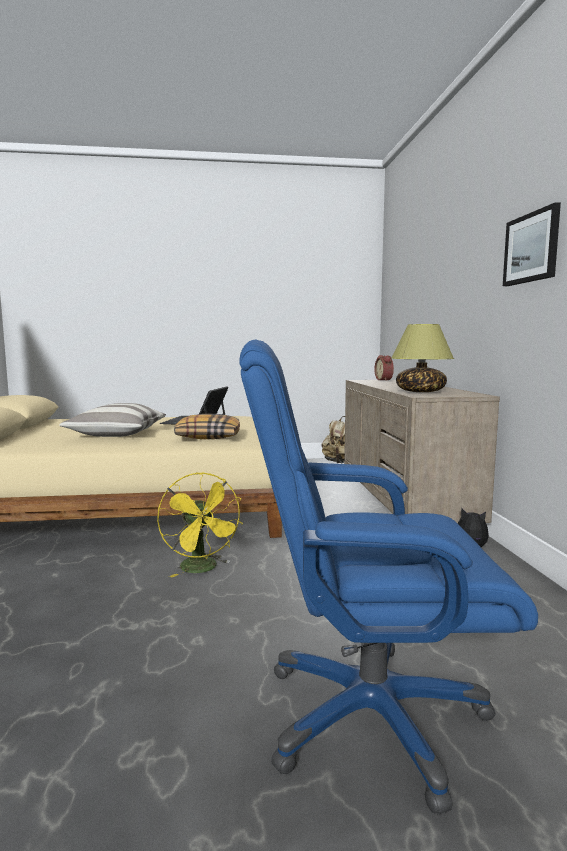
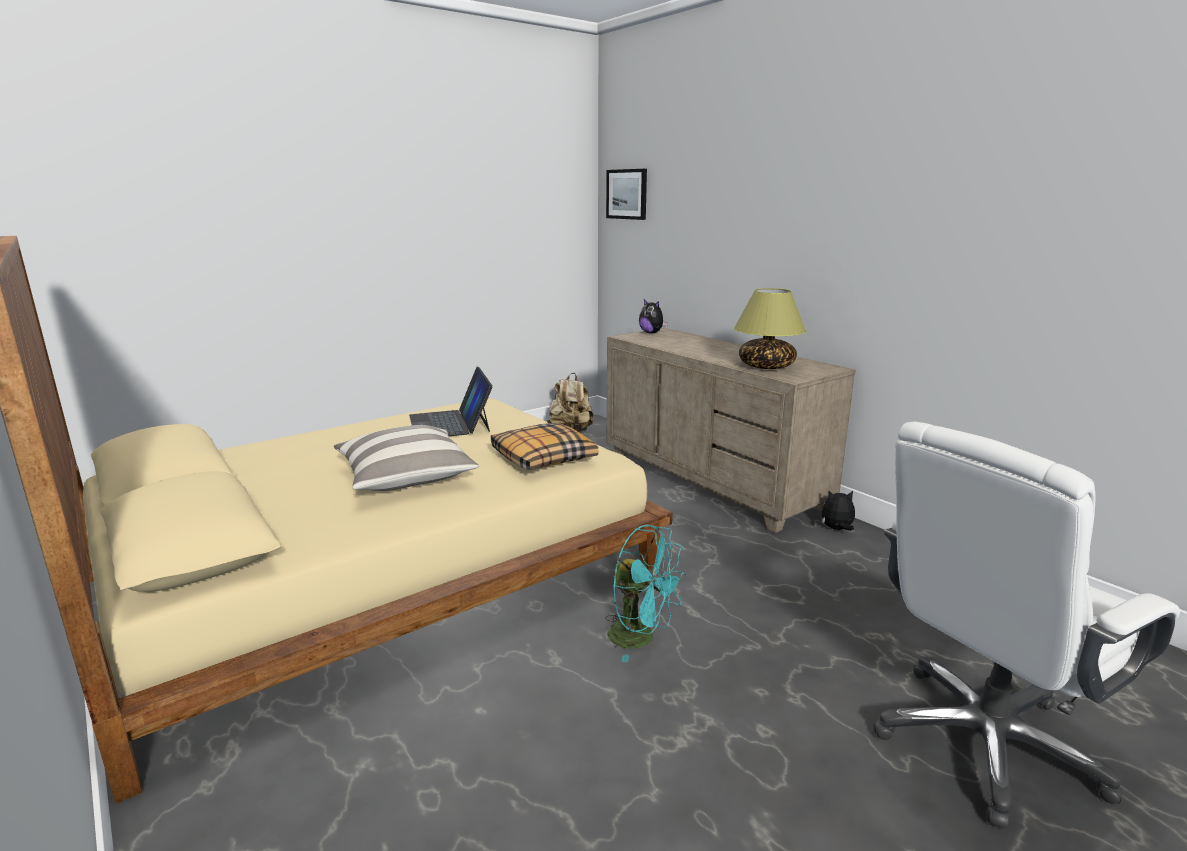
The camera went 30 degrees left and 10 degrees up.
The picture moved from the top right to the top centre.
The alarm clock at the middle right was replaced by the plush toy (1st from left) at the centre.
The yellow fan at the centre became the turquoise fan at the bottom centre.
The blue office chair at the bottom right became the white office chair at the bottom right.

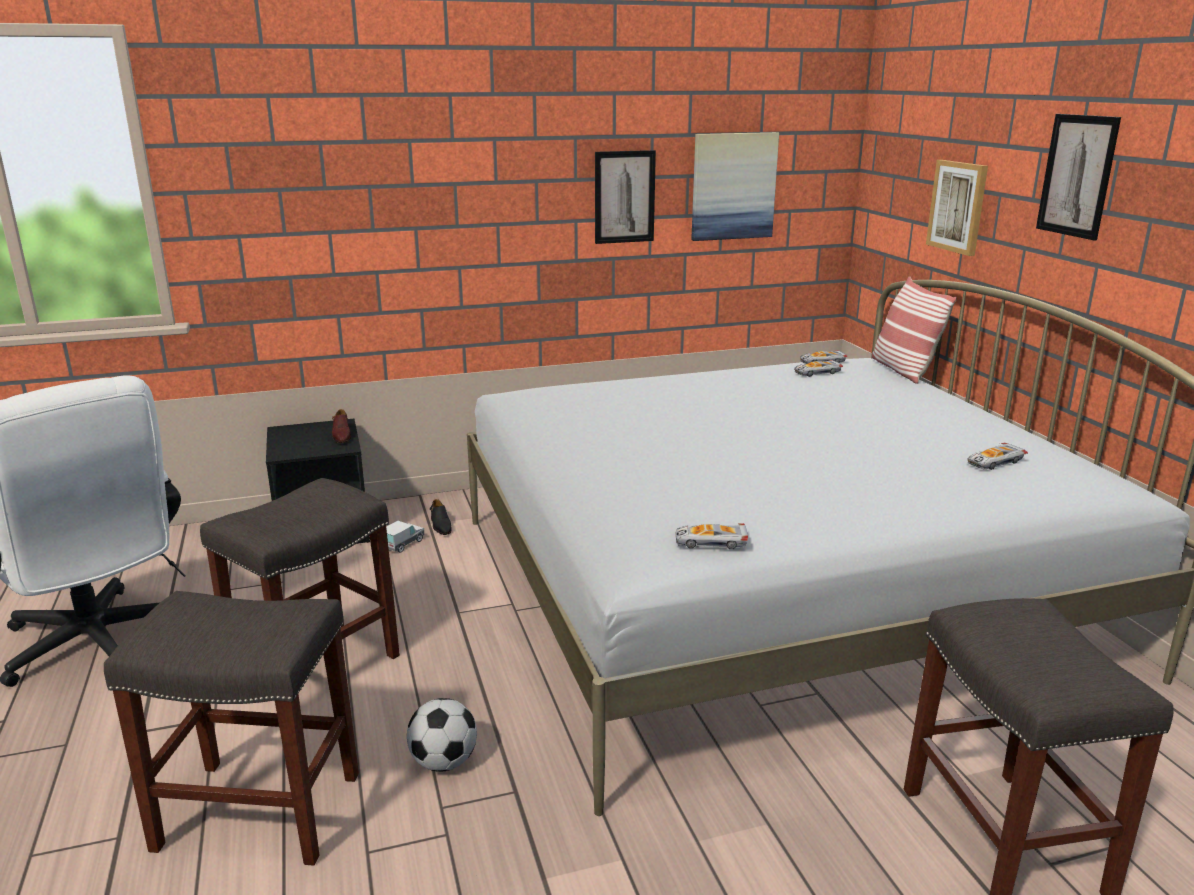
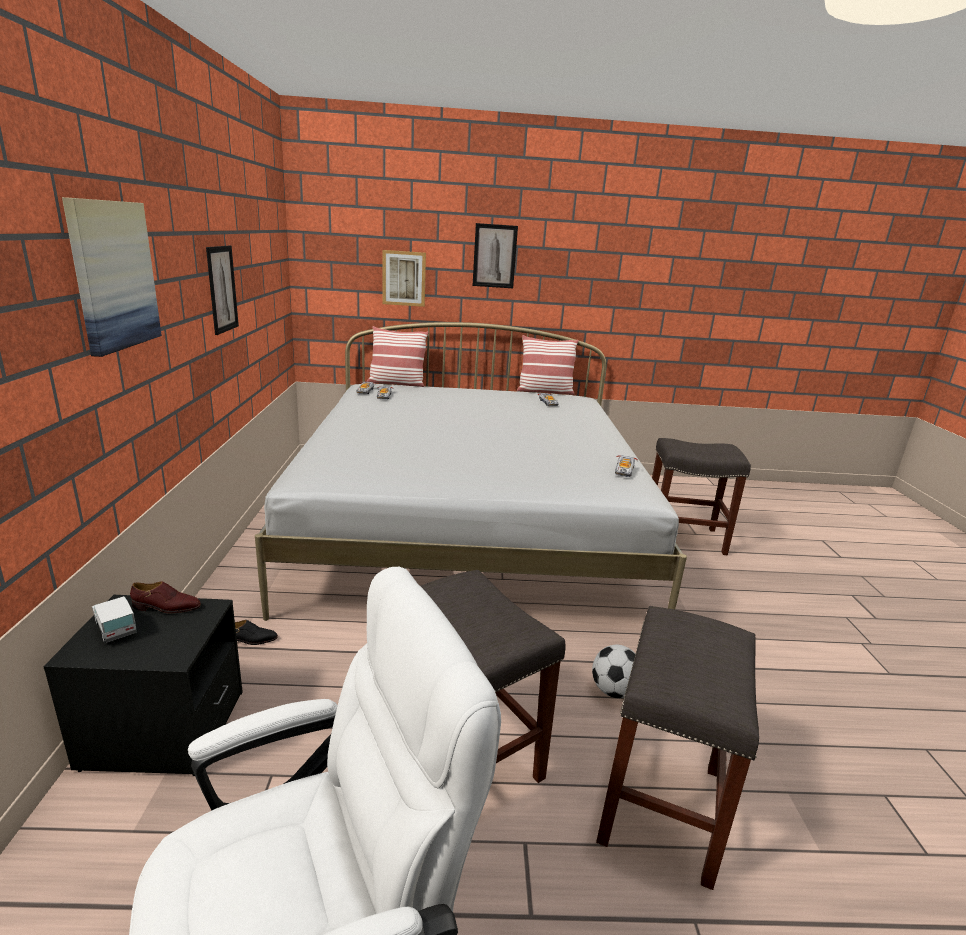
The camera went 75 degrees left and 0 degrees up.
The pillow (2nd from left) at the centre appeared.
The toy truck moved from the centre to the middle left.
The picture (2nd from left in the first image) moved from the top centre to the top left.

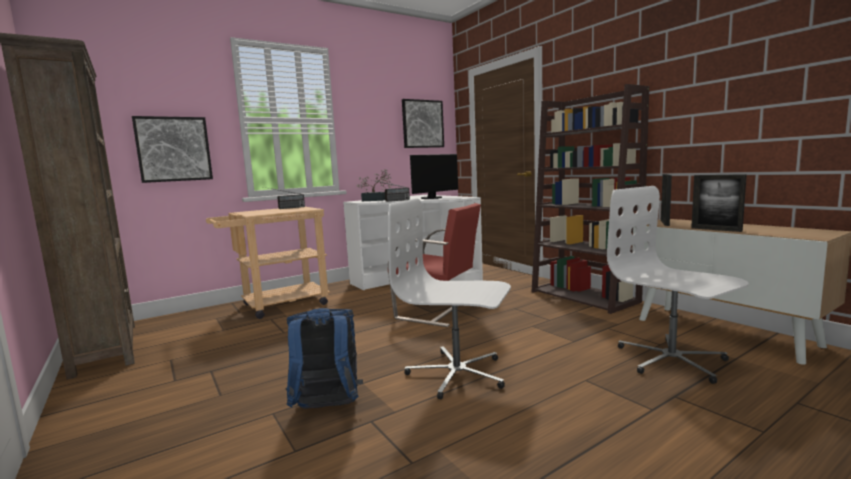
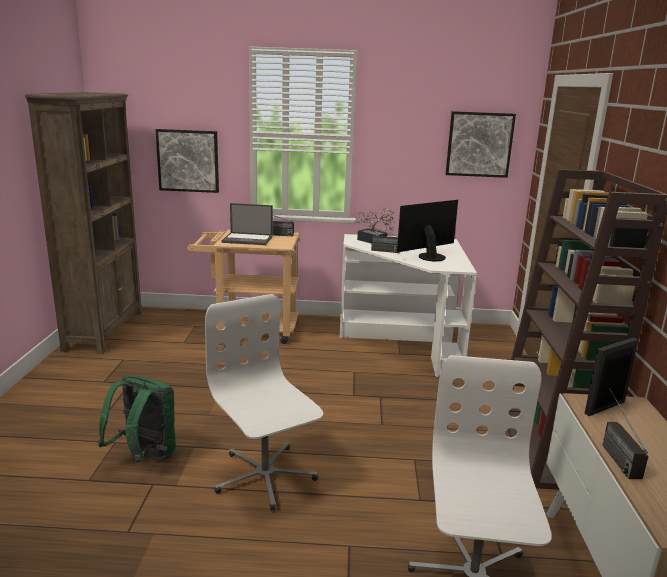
The camera went 35 degrees right and 10 degrees up.
The red chair at the centre disappeared.
The laptop at the centre appeared.
The picture frame (2nd from left) at the middle right was replaced by the radio (3rd from left) at the bottom right.
The blue backpack at the bottom centre became the green backpack at the bottom left.
The monitor at the centre turned 150 degrees clockwise.

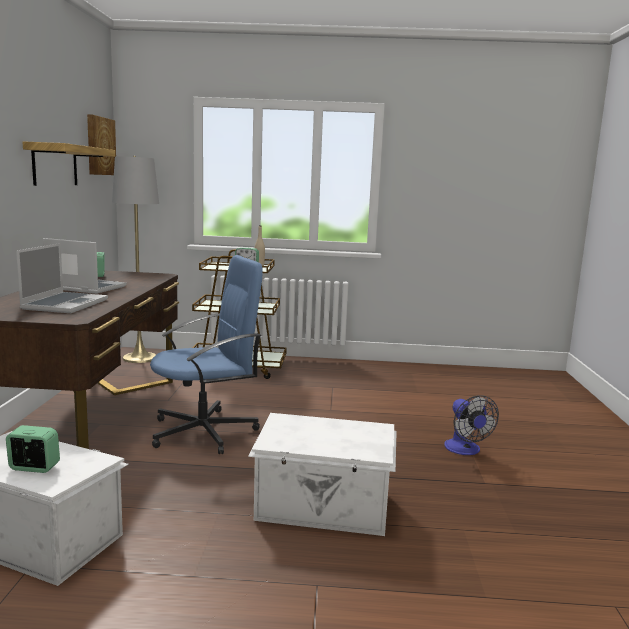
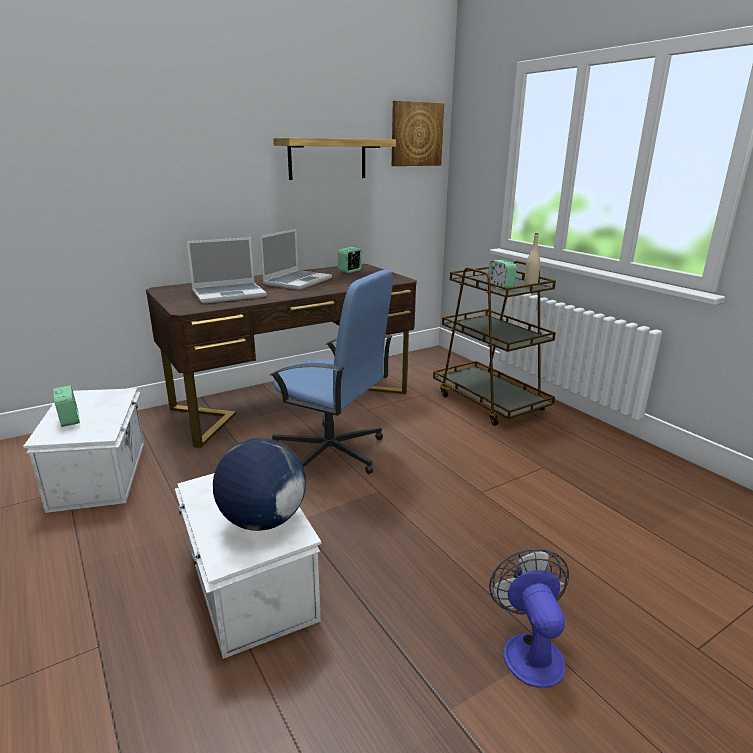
The camera went 55 degrees right and 10 degrees up.
The grey floor lamp at the middle left disappeared.
The globe at the centre appeared.
The laptop (2nd from left) at the middle left turned 45 degrees clockwise.
The fan at the bottom right turned 135 degrees clockwise.

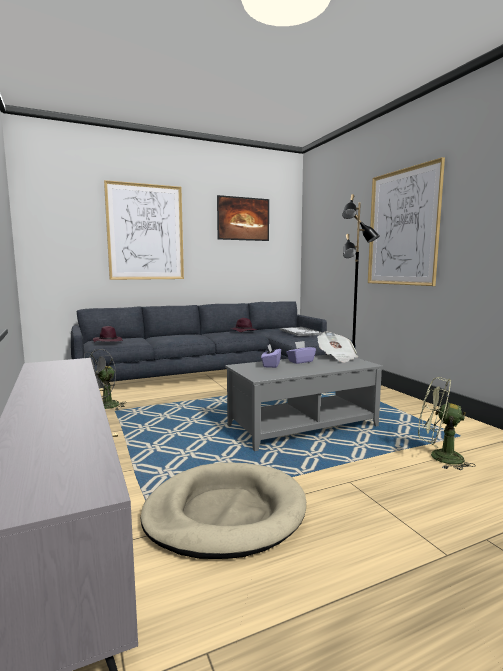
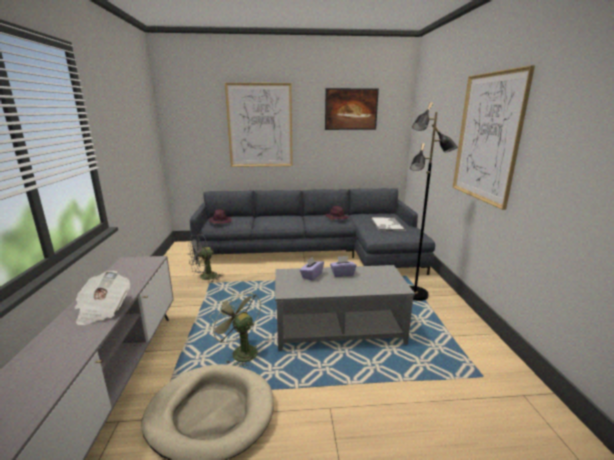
The camera went 20 degrees right and 10 degrees up.
The newspaper moved from the middle right to the middle left.
The green fan moved from the middle right to the bottom centre.

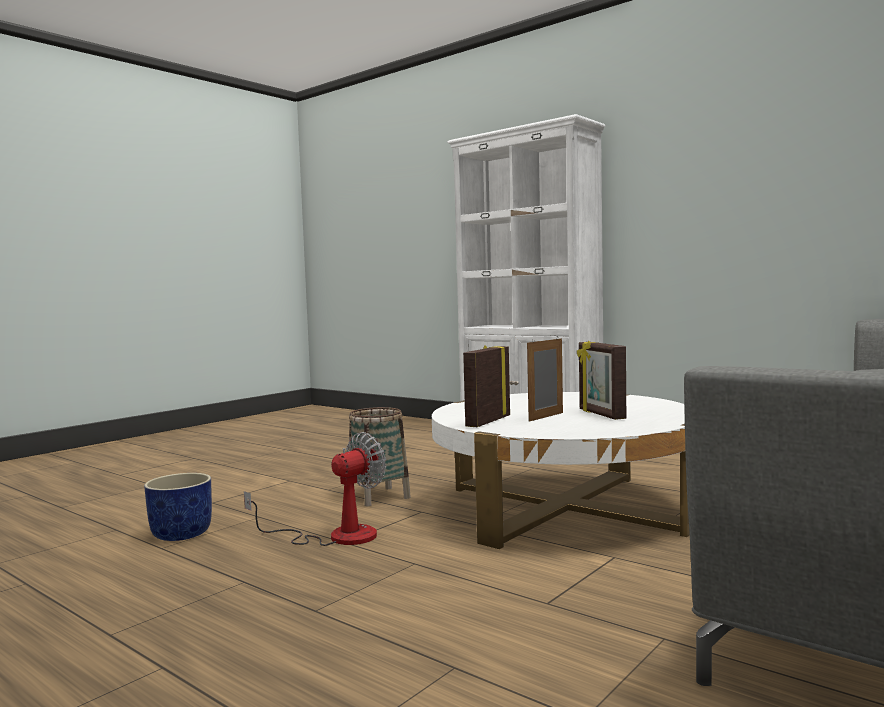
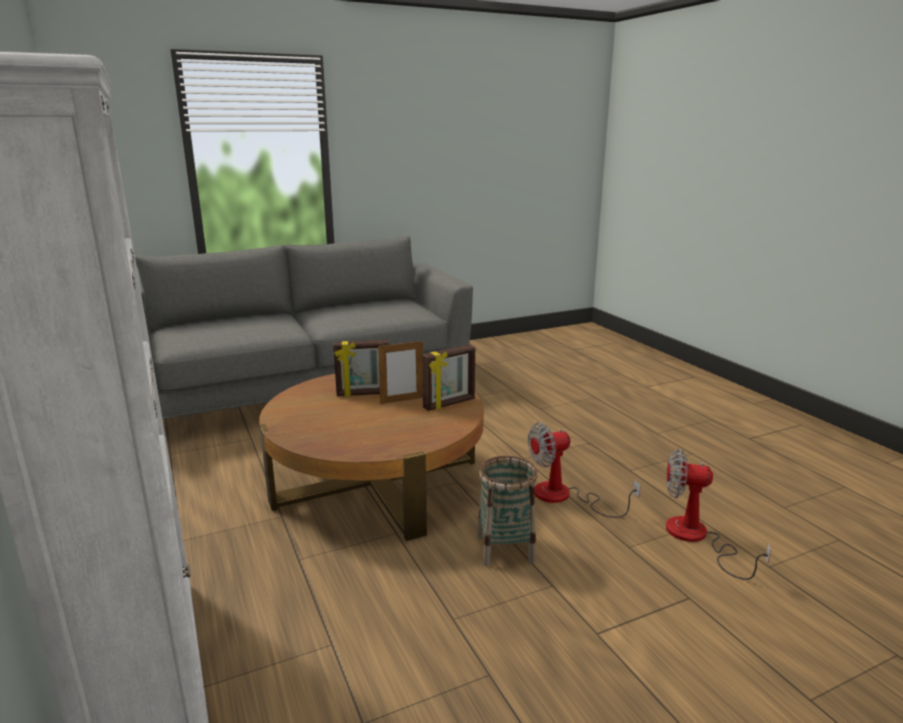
The camera went 155 degrees left and 15 degrees up.
The blue planter at the bottom left was replaced by the fan (2nd from left) at the bottom right.
The white coffee table at the centre became the brown coffee table at the centre.
The picture frame (3rd from left in the first image) at the middle right turned 75 degrees clockwise.

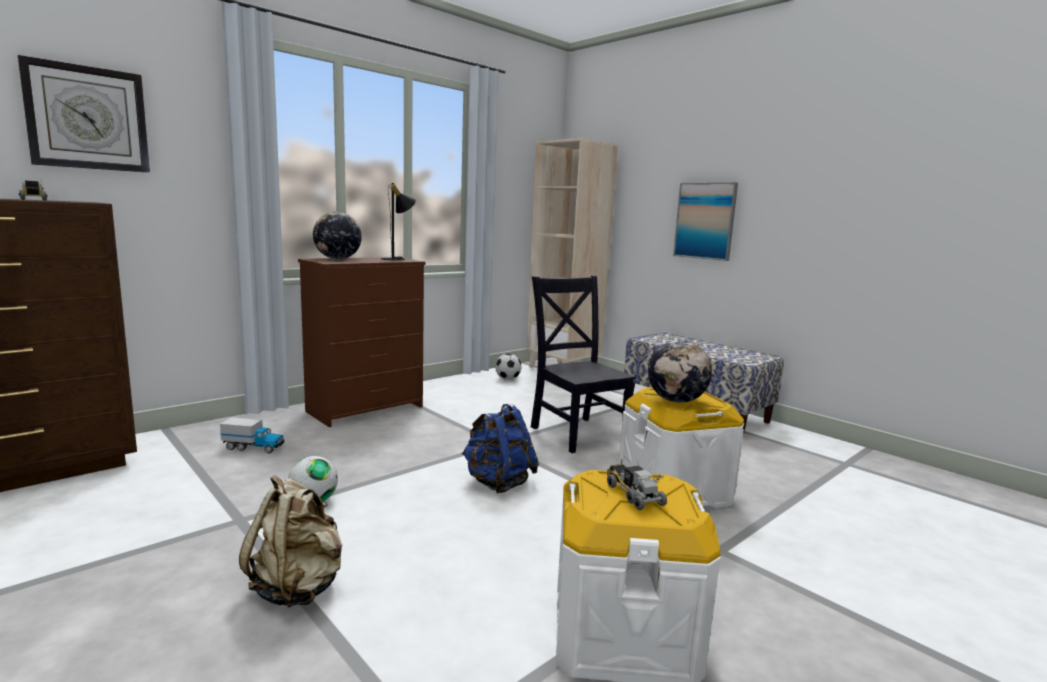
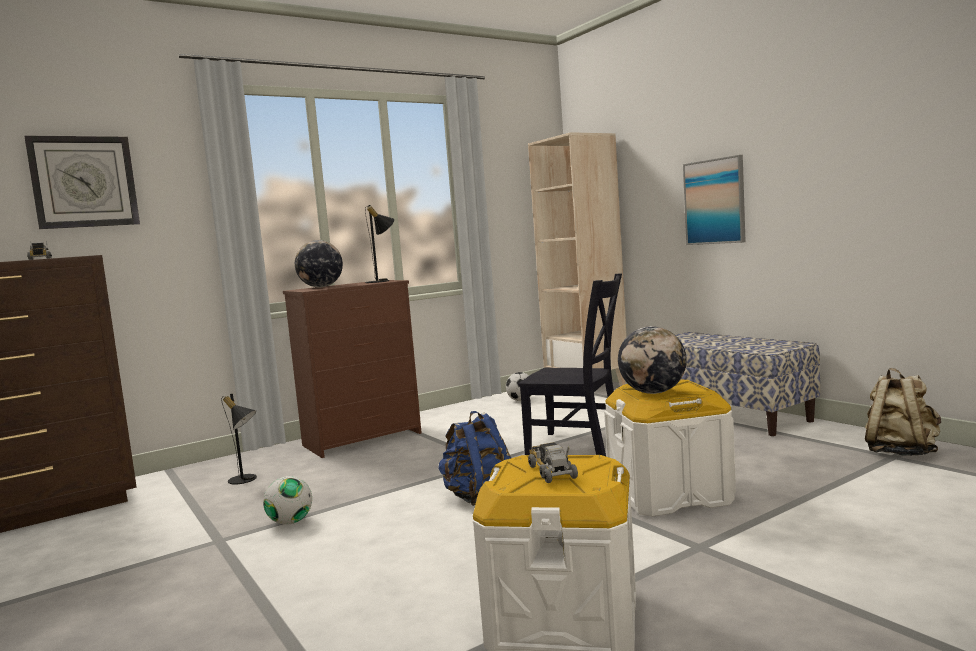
The camera went 10 degrees right and 5 degrees down.
The beige backpack moved from the bottom left to the middle right.
The toy truck (2nd from left) at the middle left was replaced by the black table lamp (1st from left) at the bottom left.
The black chair at the centre turned 135 degrees clockwise.

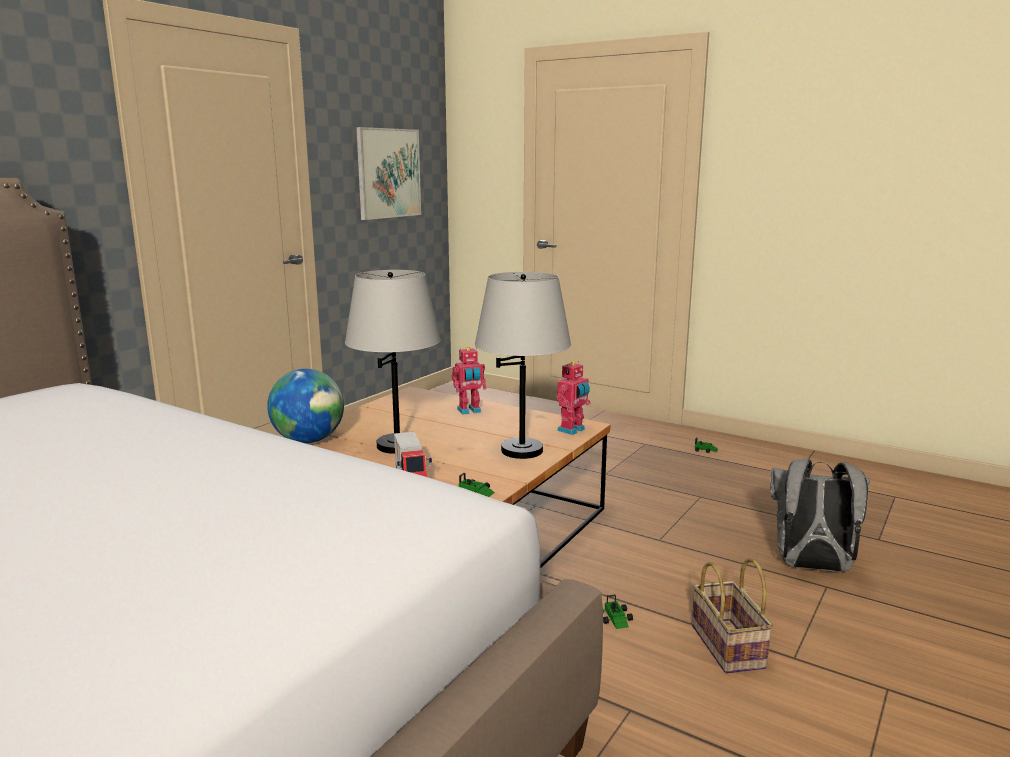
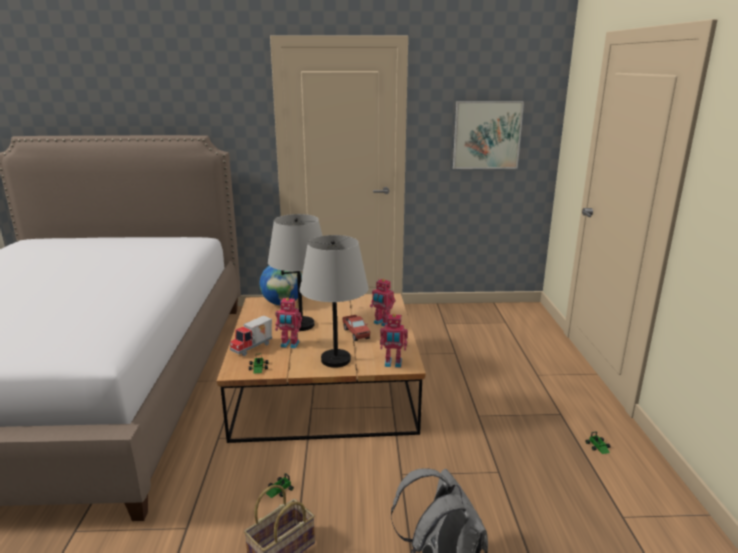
The camera went 55 degrees right and 5 degrees up.
The toy robot (1st from left) at the centre appeared.
The toy truck (2nd from left) at the centre appeared.

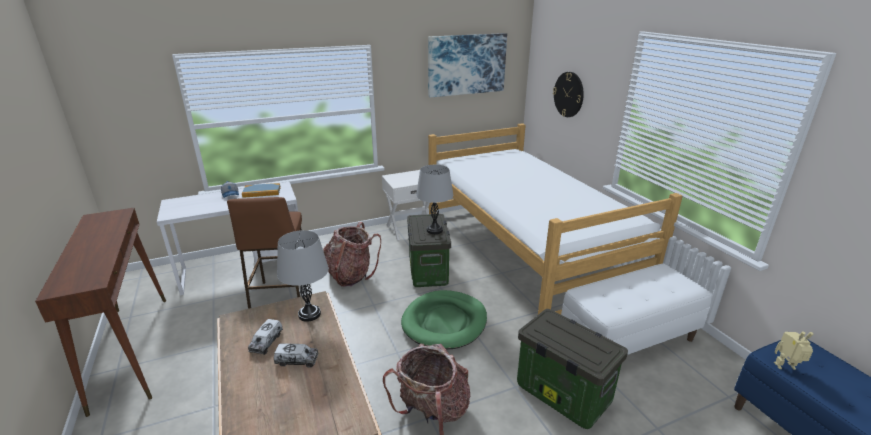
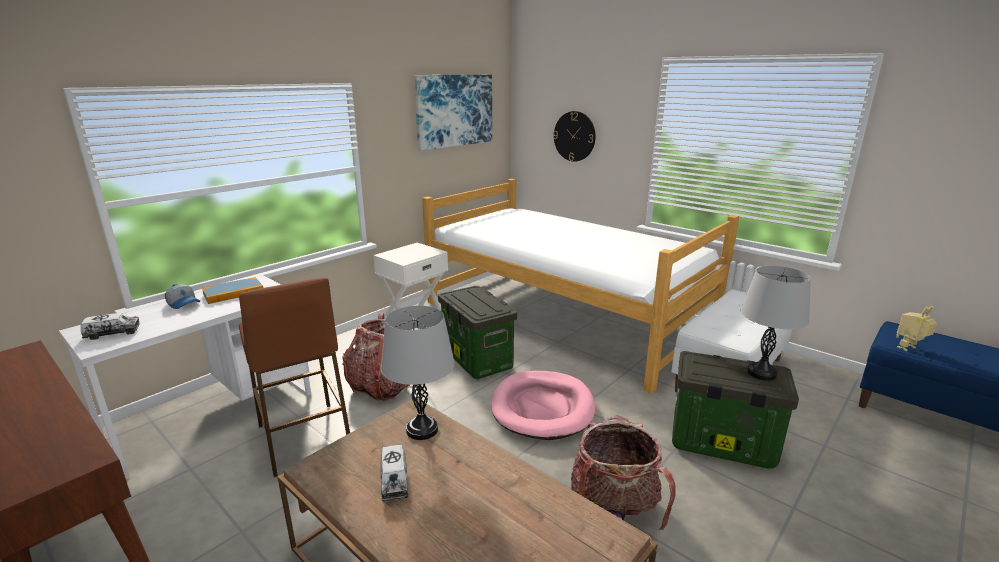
The camera went 25 degrees left and 5 degrees down.
The toy truck (2nd from left in the first image) moved from the bottom centre to the middle left.
The grey table lamp (2nd from left) moved from the centre to the middle right.
The green dog bed at the bottom centre became the pink dog bed at the bottom centre.

